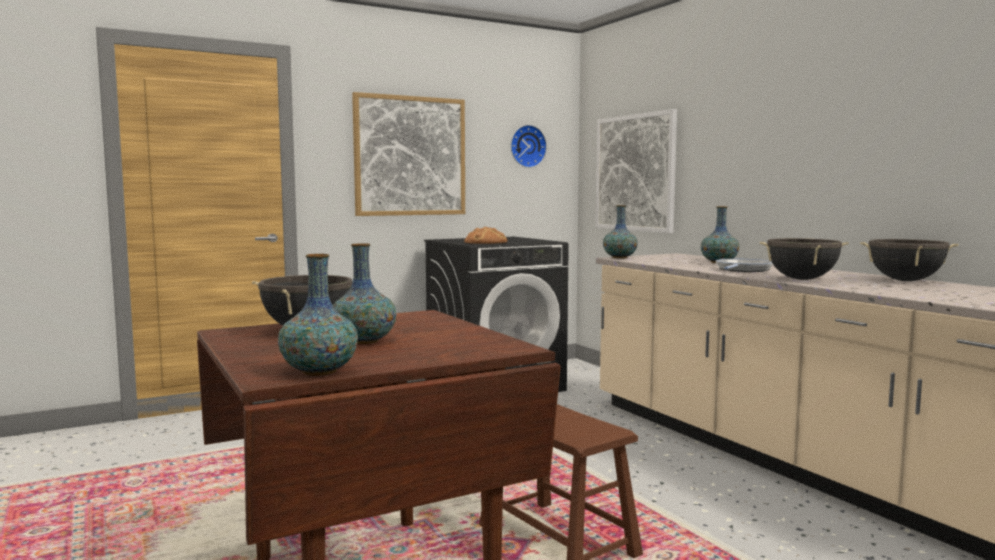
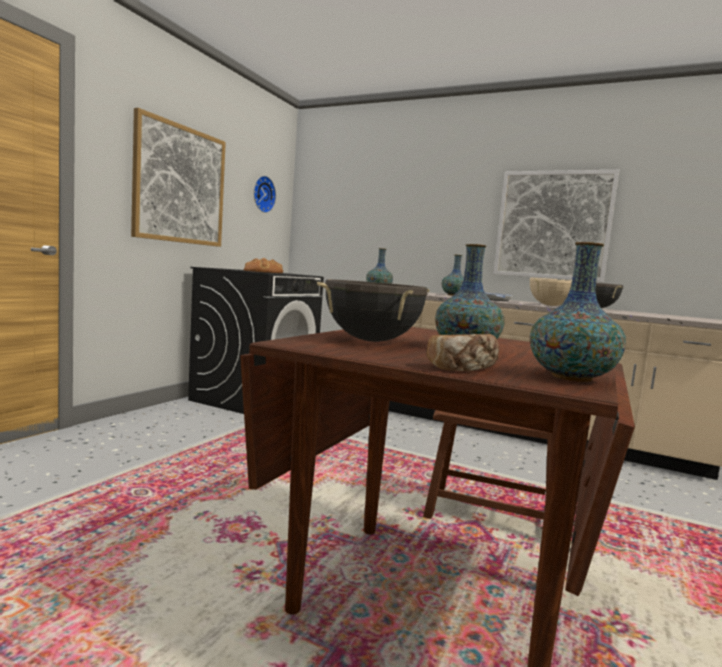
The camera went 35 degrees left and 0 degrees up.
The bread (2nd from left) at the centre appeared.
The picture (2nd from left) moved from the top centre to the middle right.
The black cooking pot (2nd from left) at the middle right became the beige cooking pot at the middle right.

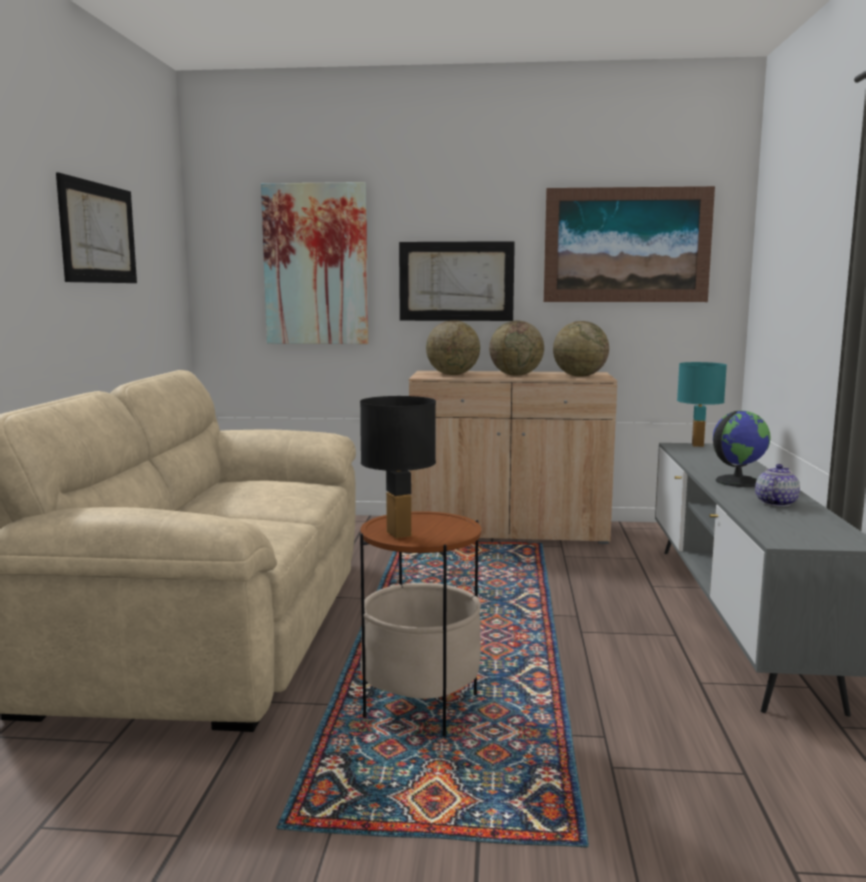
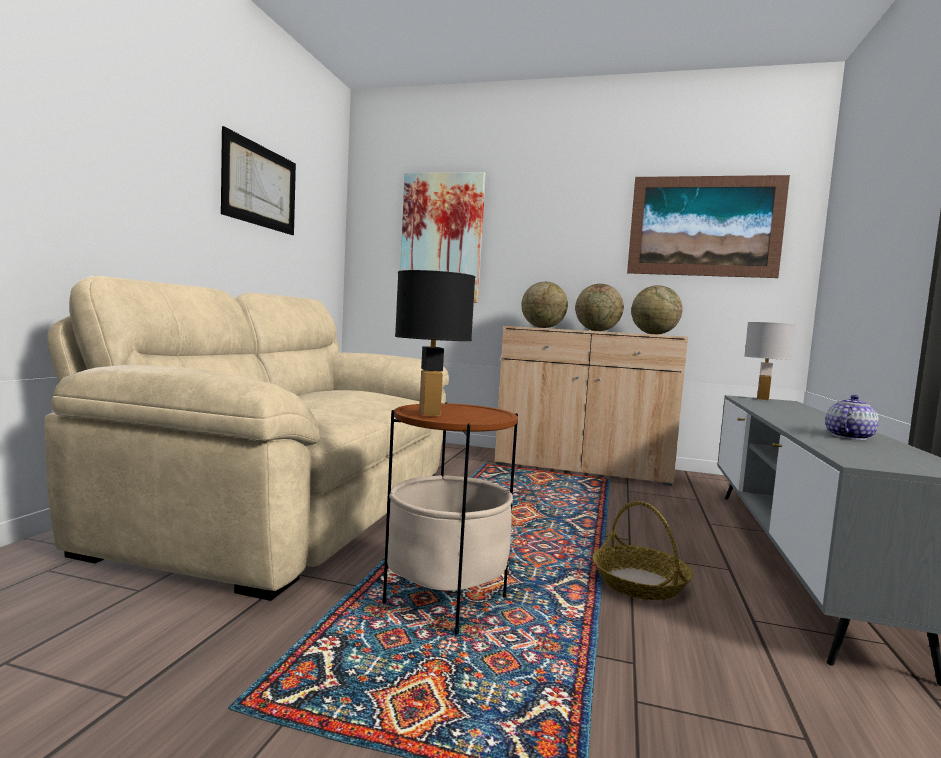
The camera went 10 degrees right and 5 degrees down.
The picture (3rd from left) at the top centre disappeared.
The globe (4th from left) at the middle right disappeared.
The basket at the bottom right appeared.
The turquoise table lamp at the middle right became the white table lamp at the middle right.

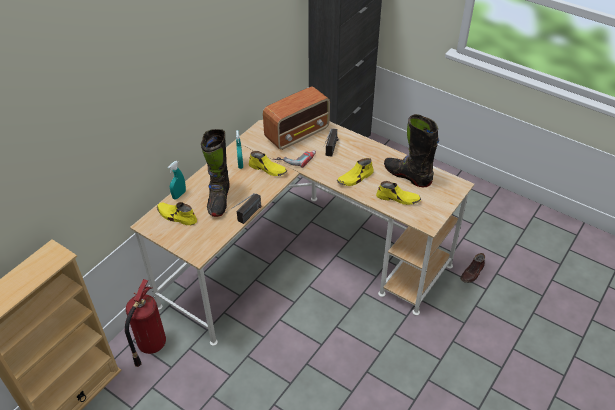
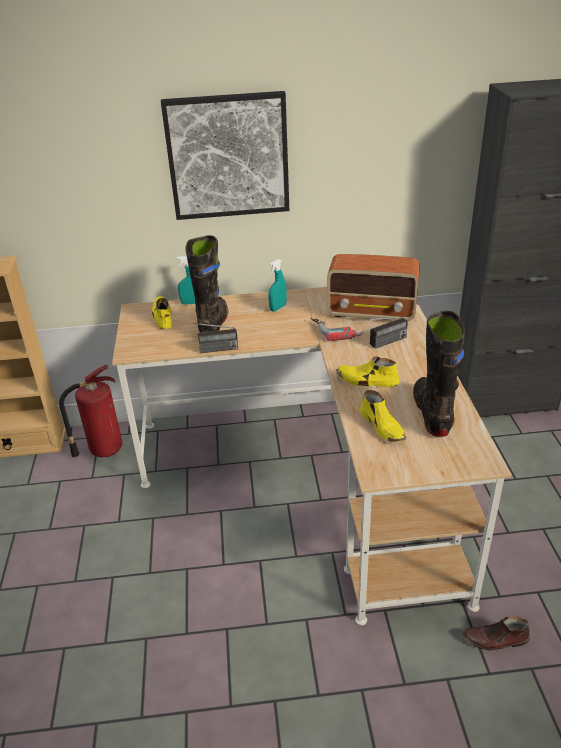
The camera went 50 degrees right and 10 degrees down.
The yellow shoe (2nd from left) at the centre disappeared.
The picture at the top centre appeared.
The black boot (1st from left) at the centre turned 135 degrees clockwise.

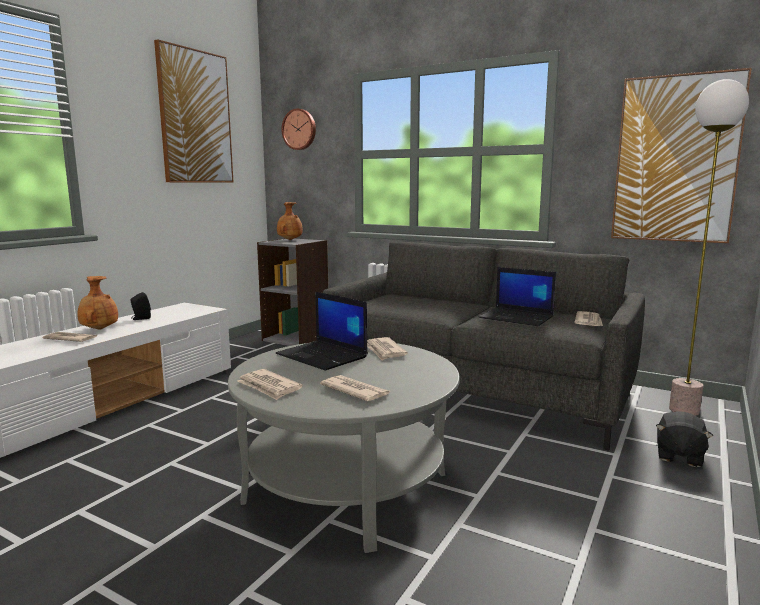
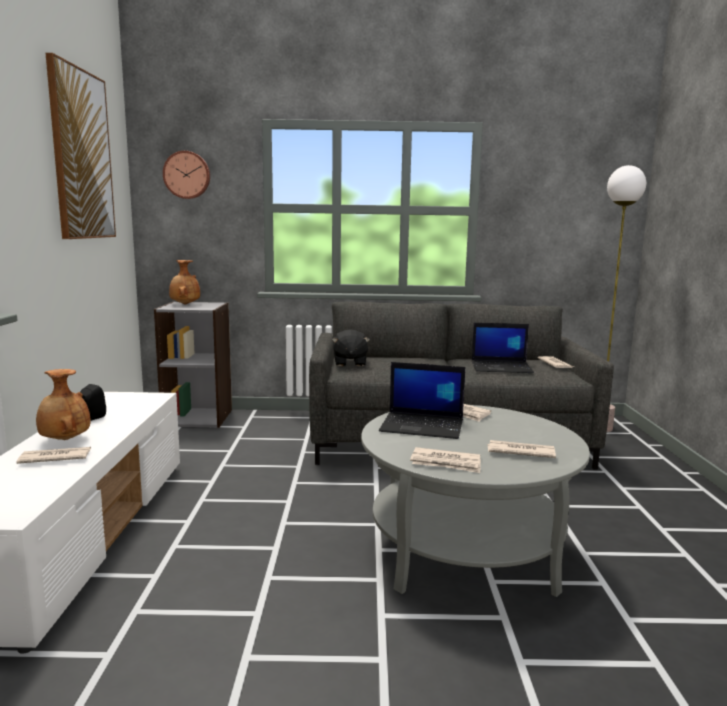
The camera went 30 degrees left and 0 degrees up.
The picture (2nd from left) at the top right disappeared.
The black plush toy moved from the bottom right to the centre.

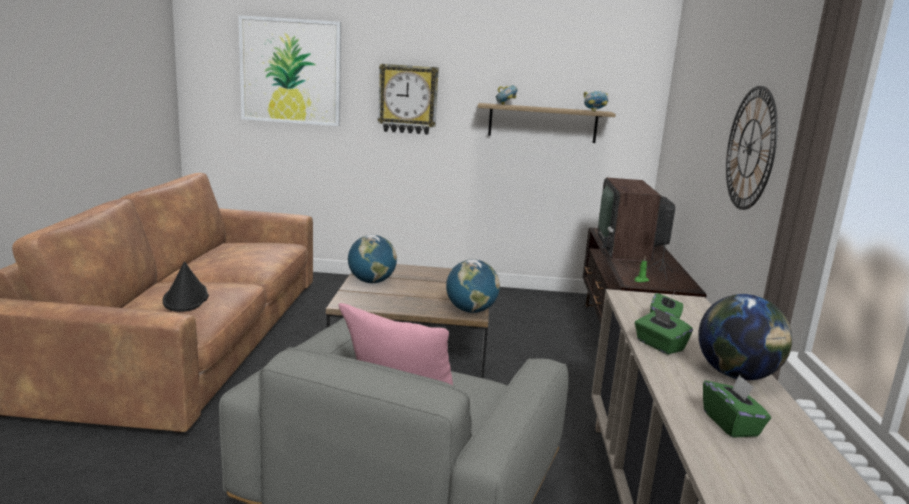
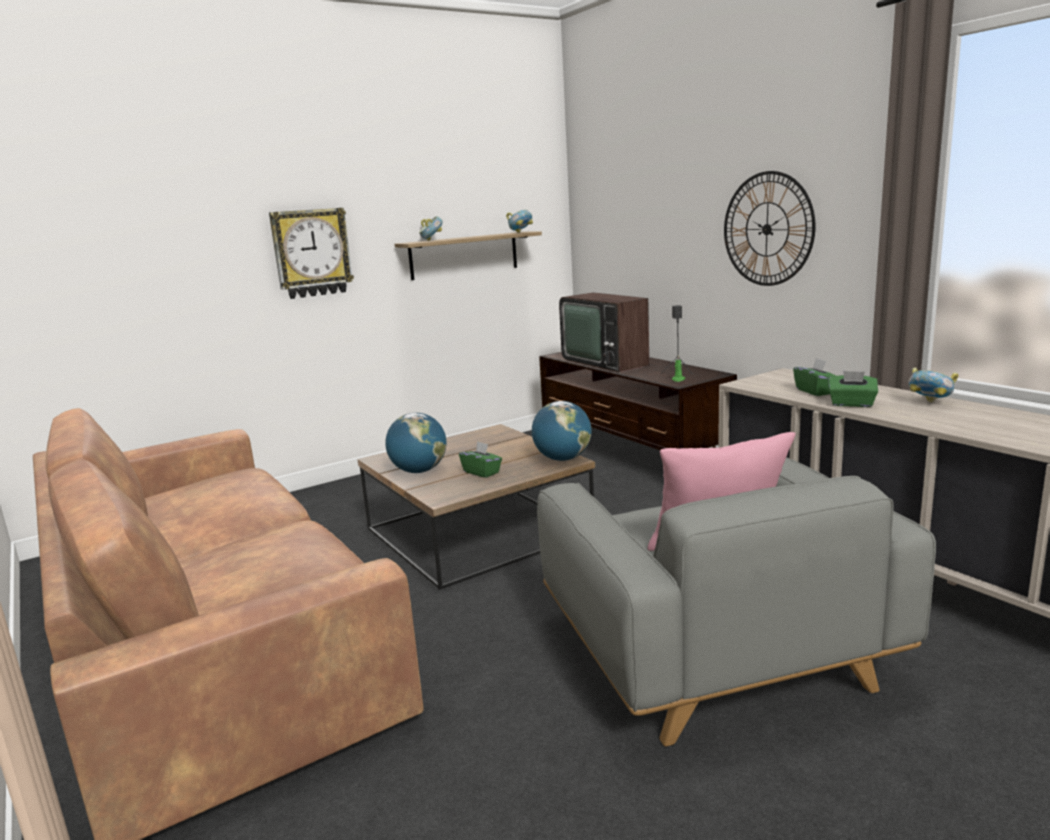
The camera went 35 degrees left and 0 degrees up.
The black hat at the middle left disappeared.
The picture at the top left disappeared.
The green tissue box (3rd from left in the first image) moved from the bottom right to the centre.
The globe (3rd from left) at the bottom right was replaced by the bowl (3rd from left) at the middle right.

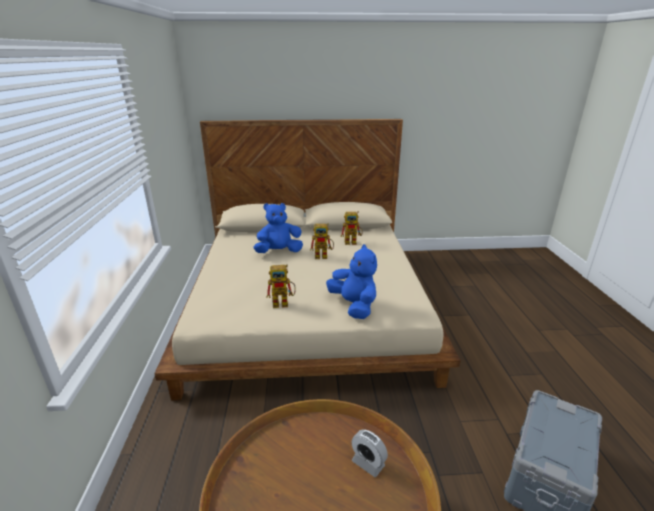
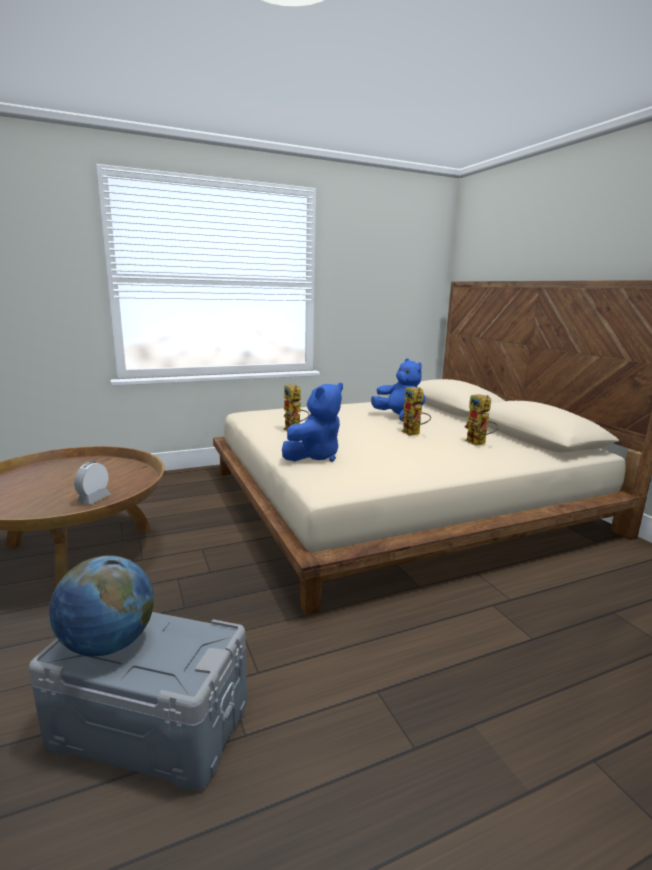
The camera went 70 degrees right and 10 degrees down.
The globe at the bottom left appeared.

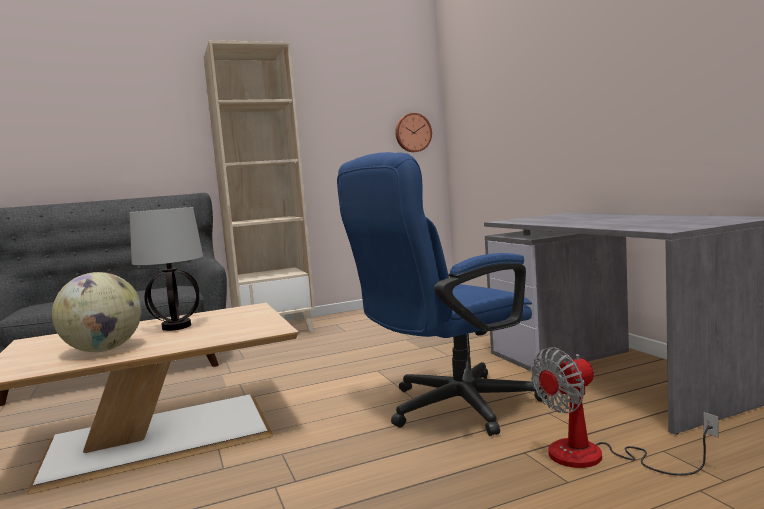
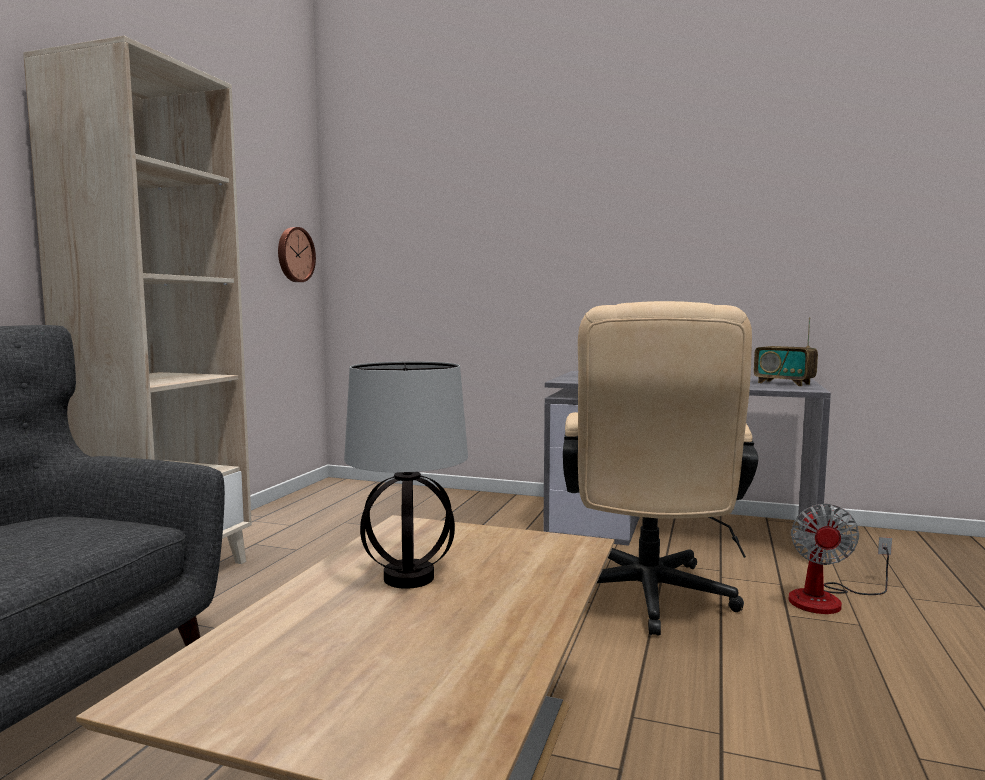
The camera went 50 degrees left and 0 degrees up.
The globe at the middle left disappeared.
The radio at the middle right appeared.
The blue office chair at the centre became the beige office chair at the middle right.

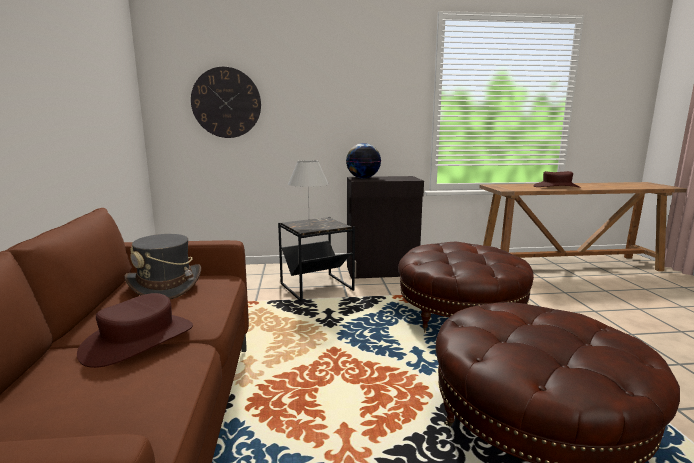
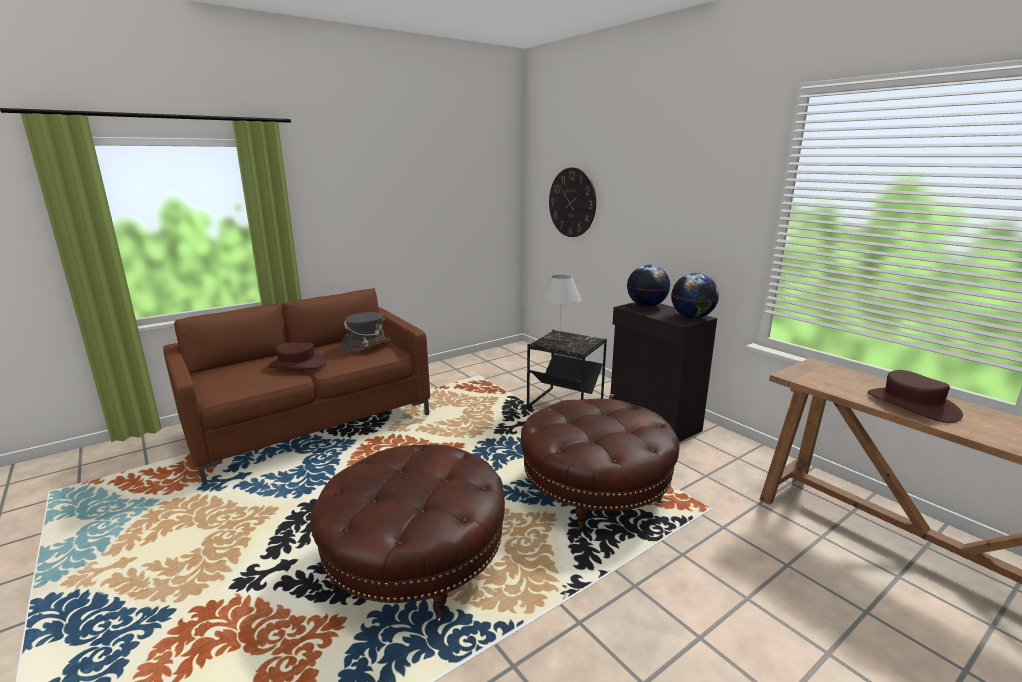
The camera went 60 degrees right and 5 degrees up.
The globe (2nd from left) at the middle right appeared.

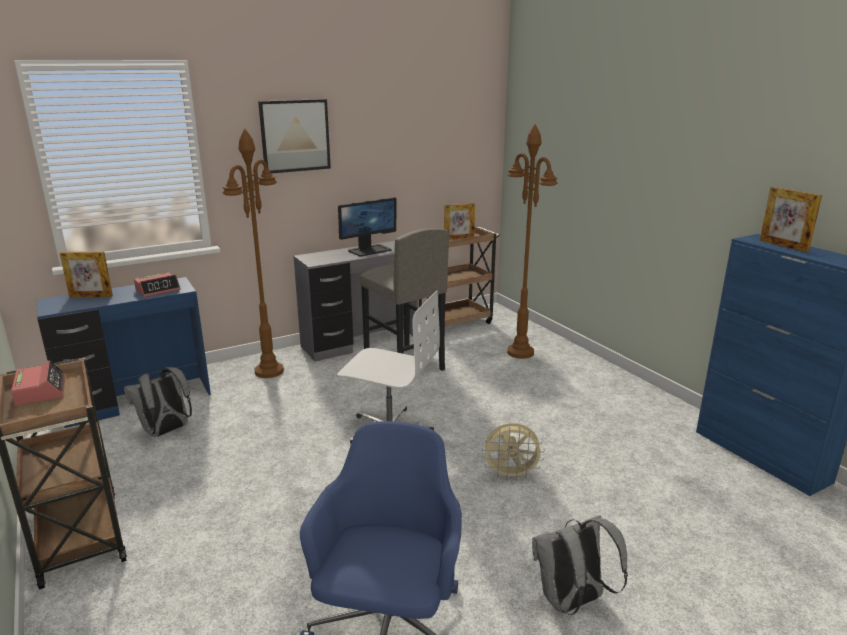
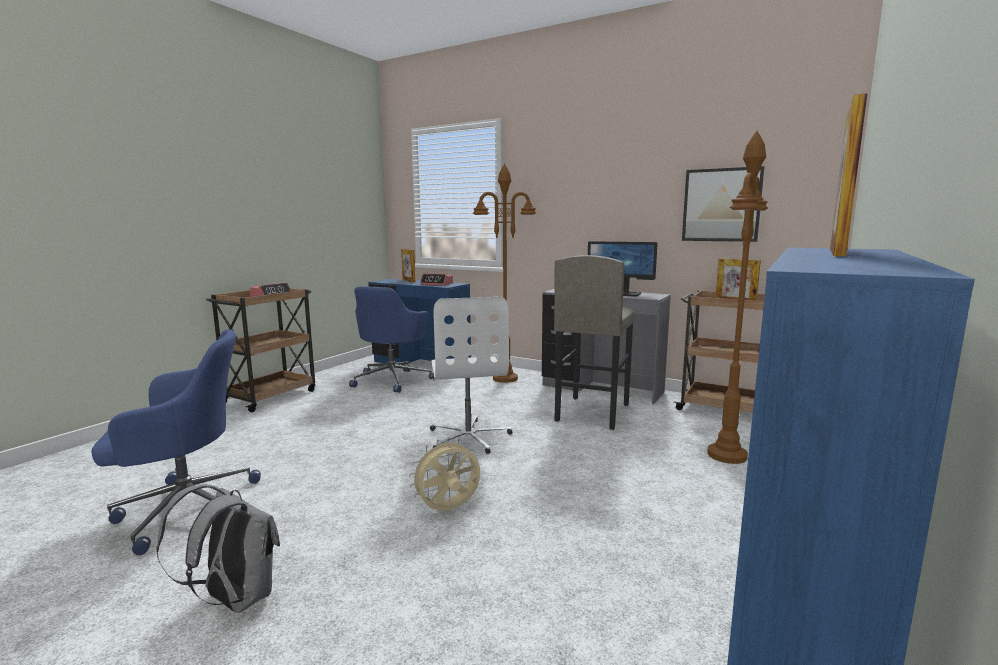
The camera went 60 degrees right and 10 degrees down.
The picture moved from the top centre to the top right.
The grey backpack (1st from left) at the middle left was replaced by the blue office chair (2nd from left) at the centre.
The beige fan at the bottom centre turned 90 degrees clockwise.

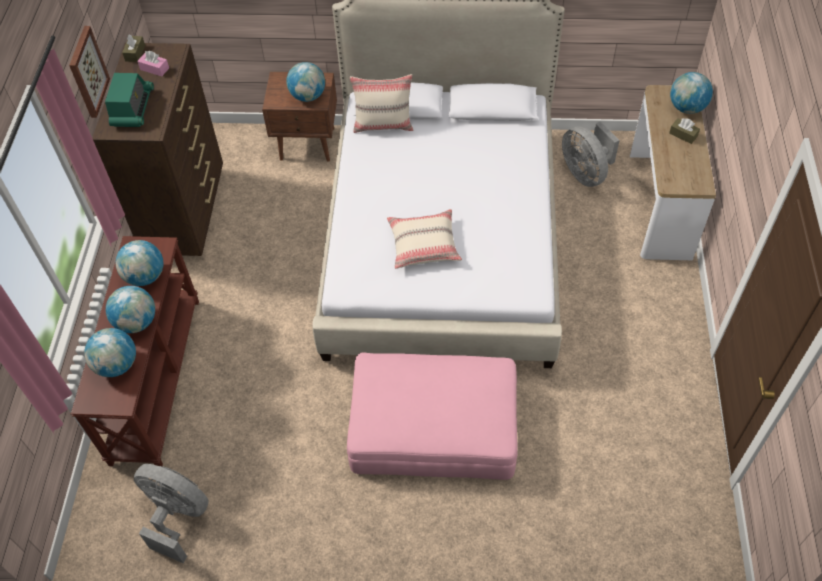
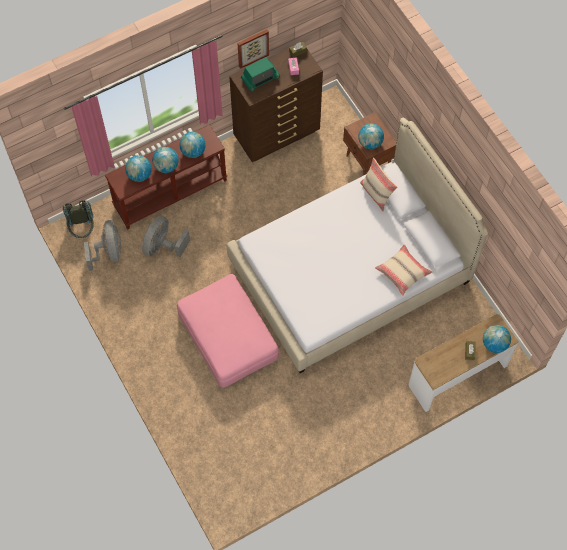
The camera went 55 degrees right and 10 degrees up.
The grey backpack at the middle left appeared.
The beige pillow (2nd from left) moved from the centre to the middle right.
The grey fan (2nd from left) moved from the top right to the middle left.

